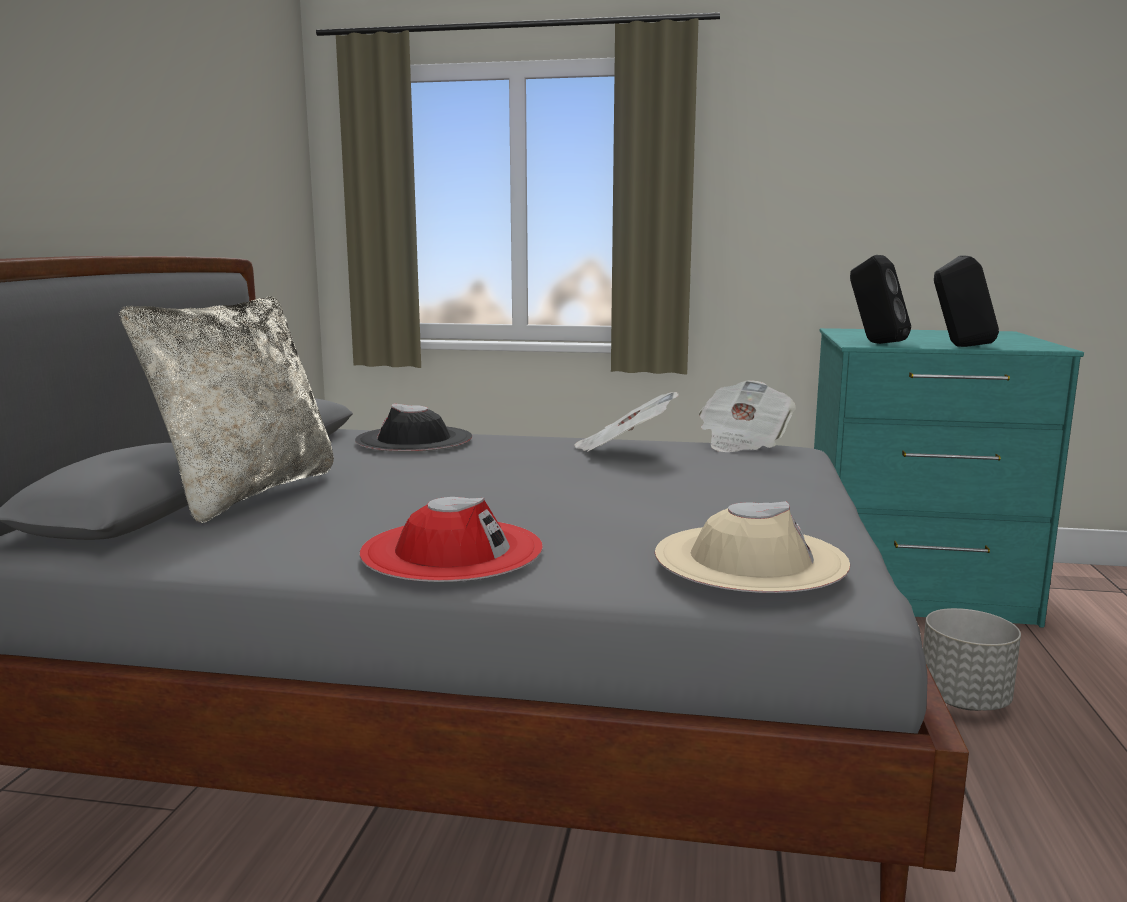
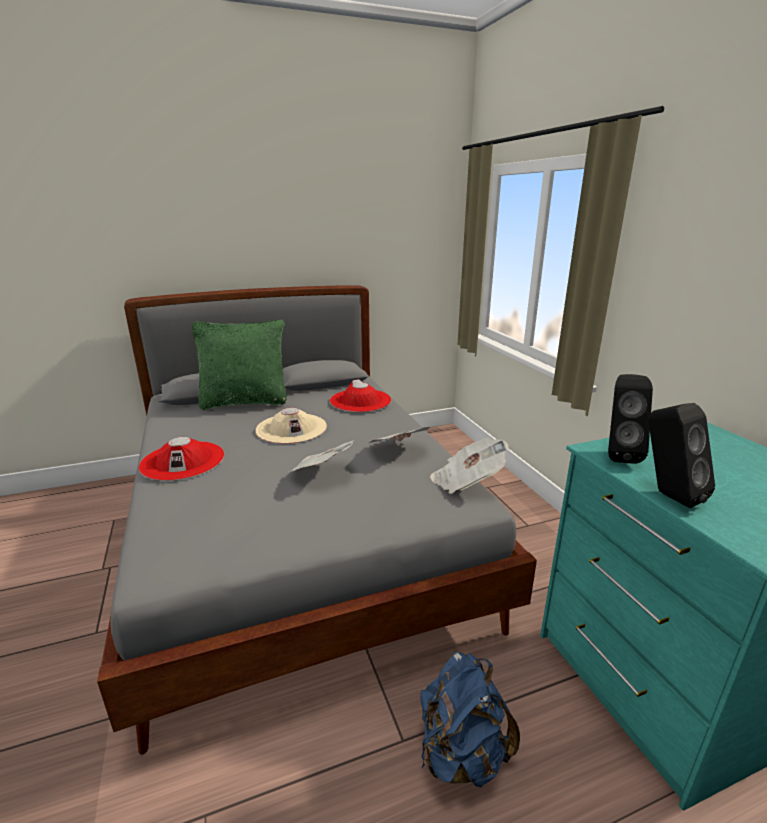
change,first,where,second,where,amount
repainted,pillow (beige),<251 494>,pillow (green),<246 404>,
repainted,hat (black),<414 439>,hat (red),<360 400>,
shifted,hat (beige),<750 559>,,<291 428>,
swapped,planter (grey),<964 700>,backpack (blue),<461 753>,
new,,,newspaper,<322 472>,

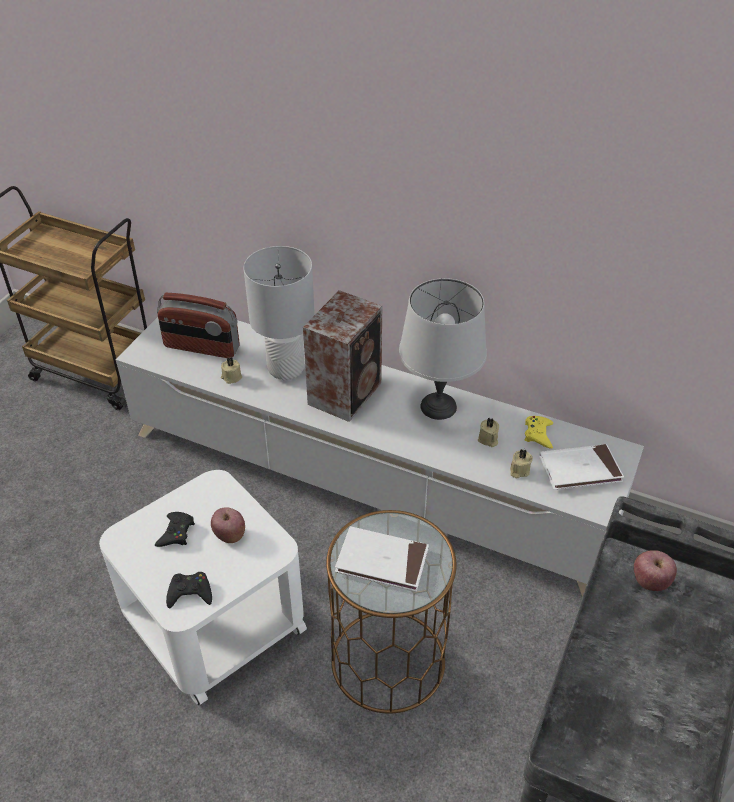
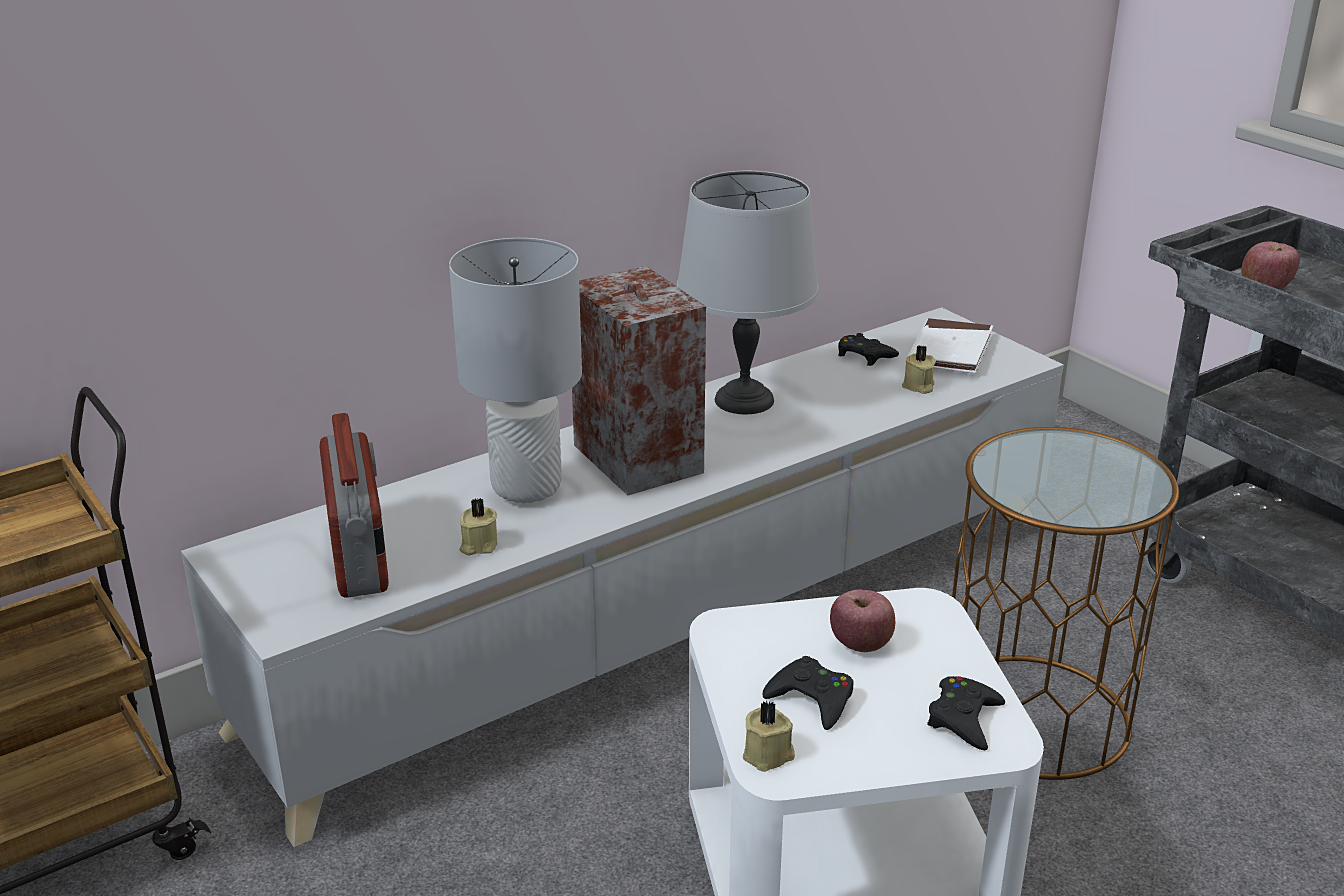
change,first,where,second,where,amount
rotated,radio,<201 347>,,<360 554>,60 degrees counterclockwise
repainted,game controller (yellow),<538 434>,game controller (black),<864 355>,
shifted,candle (beige),<488 439>,,<769 755>,
gone,book (white),<382 561>,,,

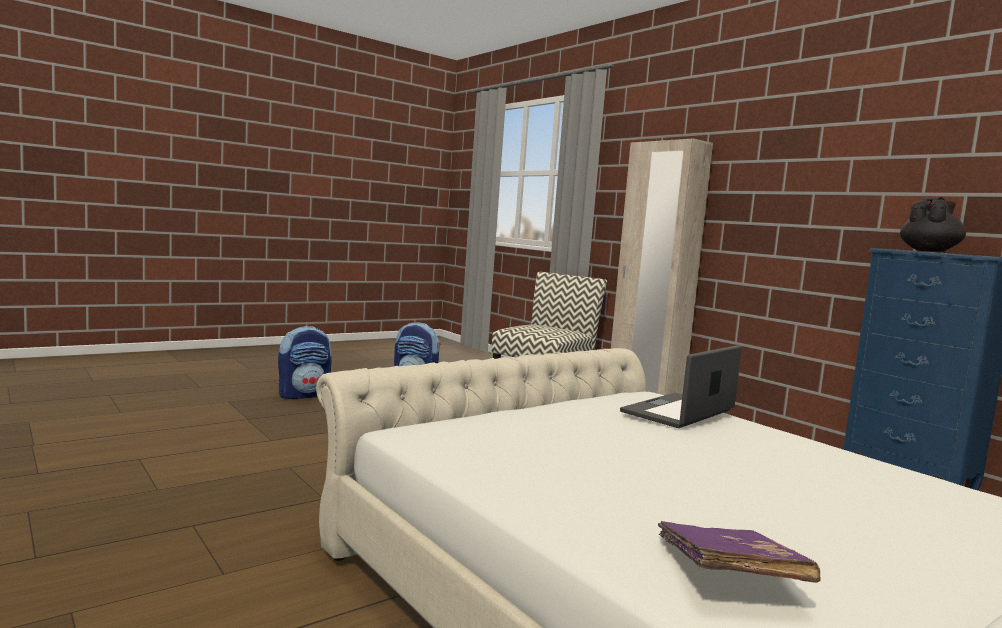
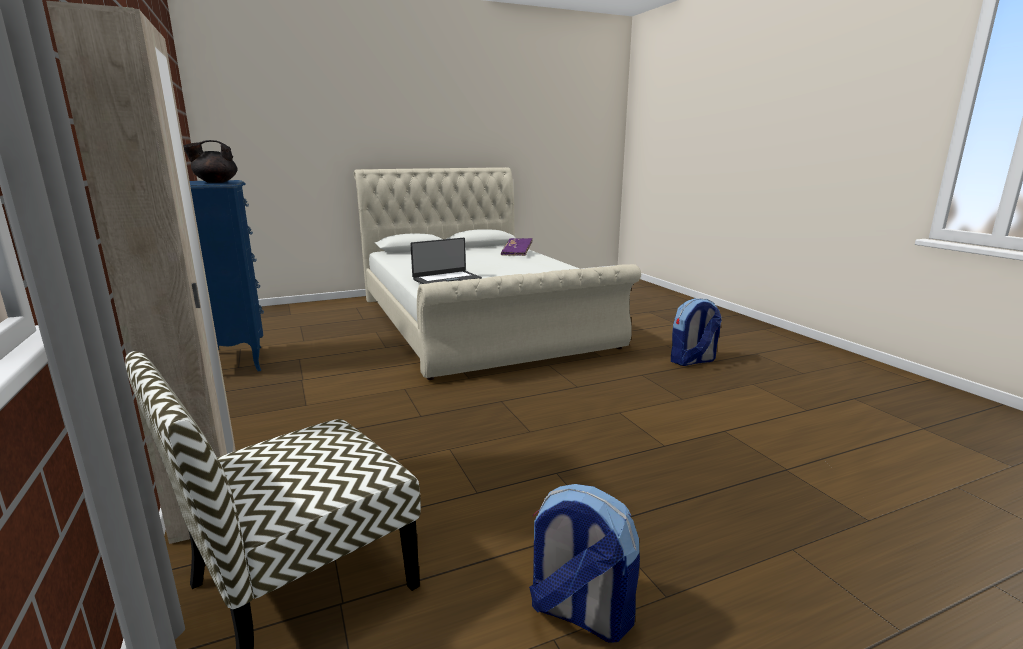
change,first,where,second,where,amount
shifted,backpack,<304 395>,,<692 361>,

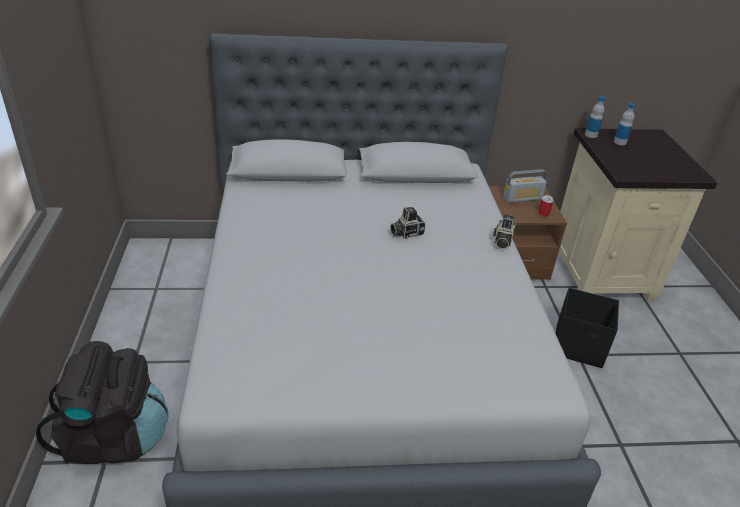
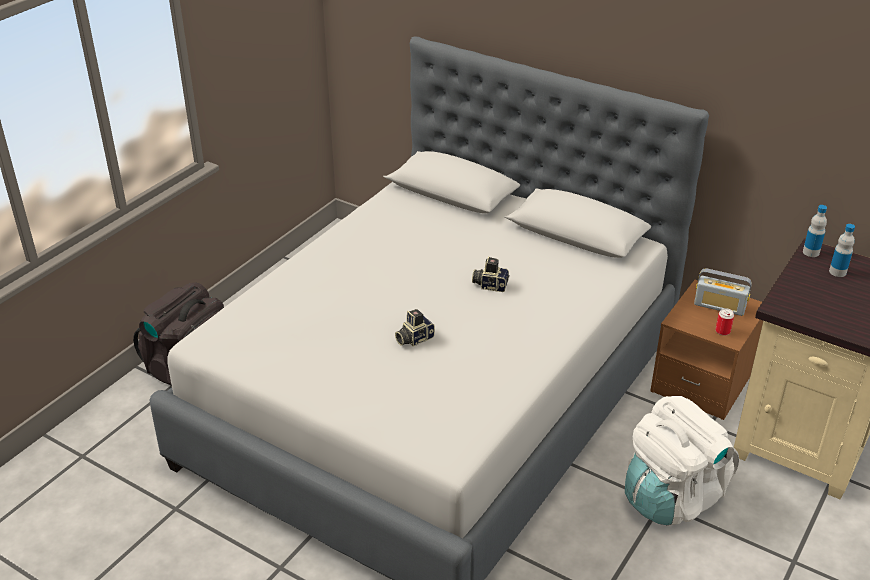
change,first,where,second,where,amount
shifted,photo camera,<502 241>,,<413 338>,
swapped,storage box (black),<579 347>,backpack (white),<672 497>,

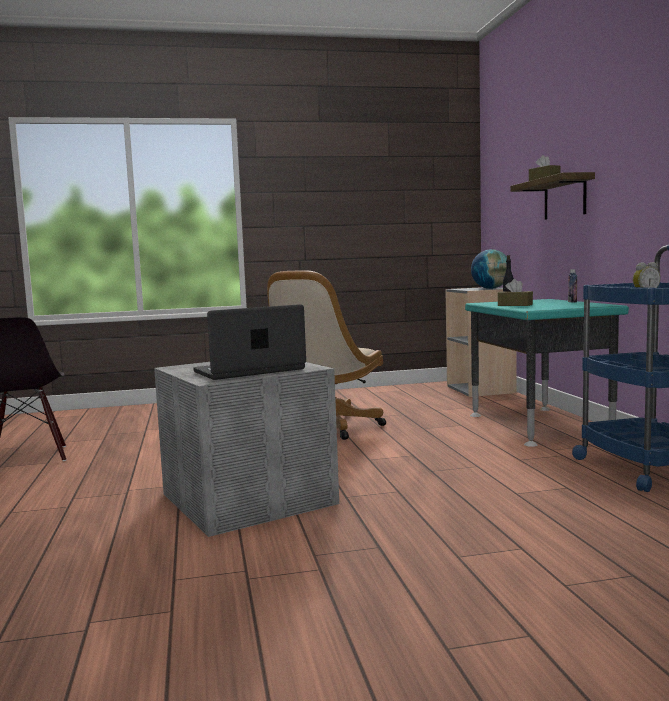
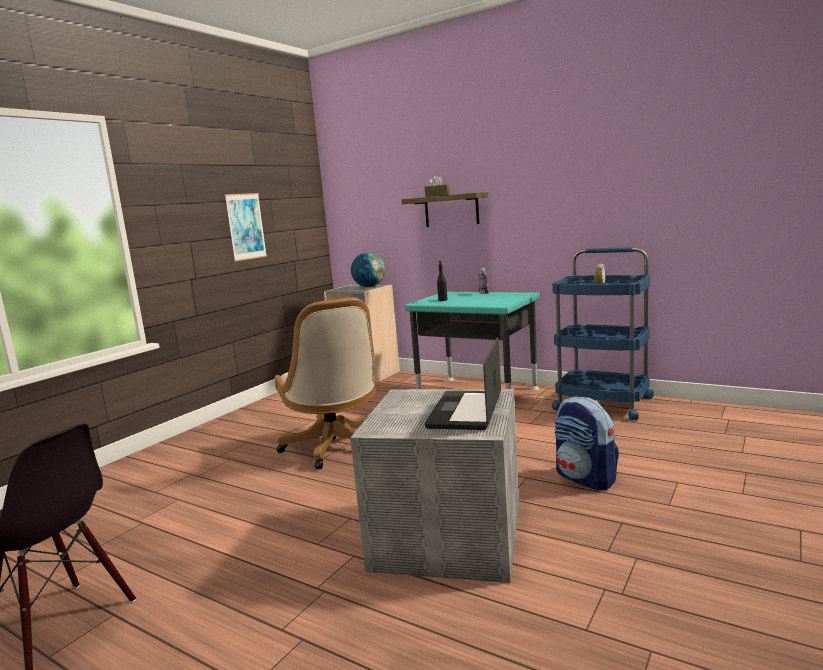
change,first,where,second,where,amount
gone,tissue box (brown),<515 305>,,,
new,,,picture,<246 226>,
new,,,backpack,<586 478>,

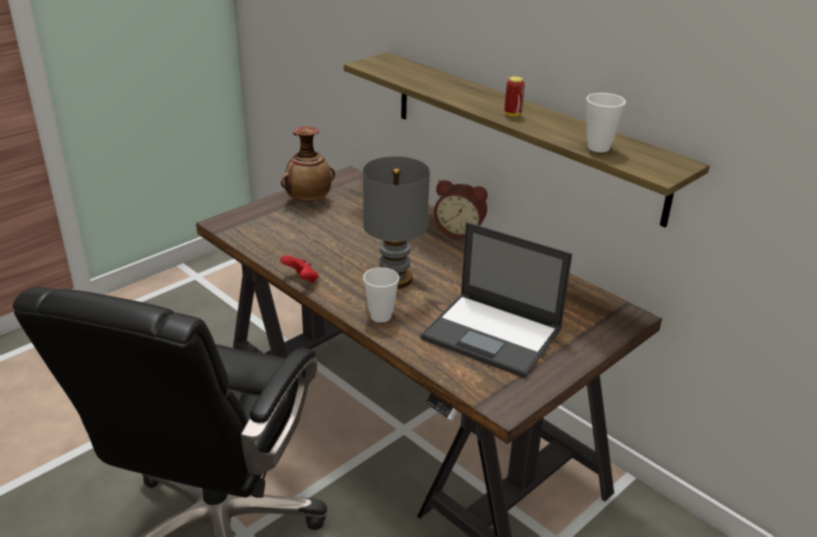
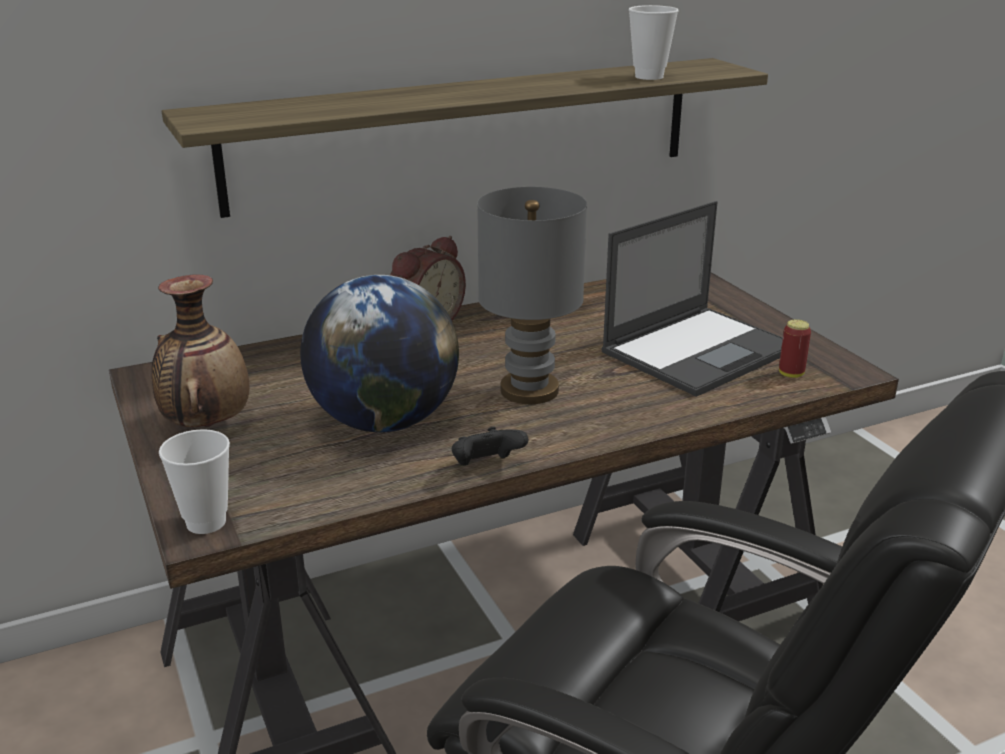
change,first,where,second,where,amount
shifted,can,<512 114>,,<791 374>,
repainted,game controller (red),<302 280>,game controller (black),<486 467>,
shifted,cup,<381 316>,,<206 522>,
new,,,globe,<383 422>,

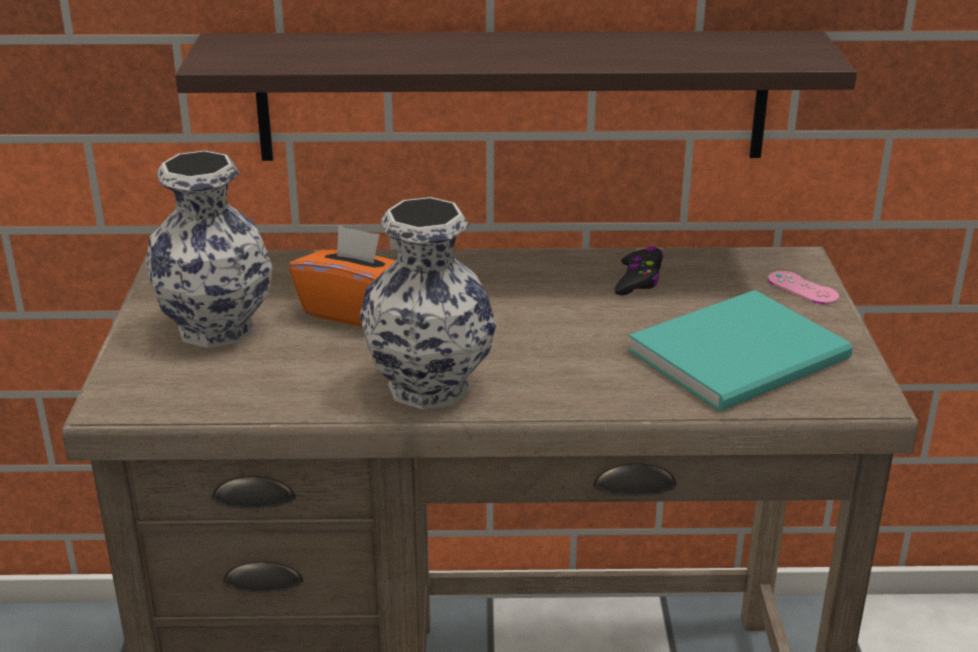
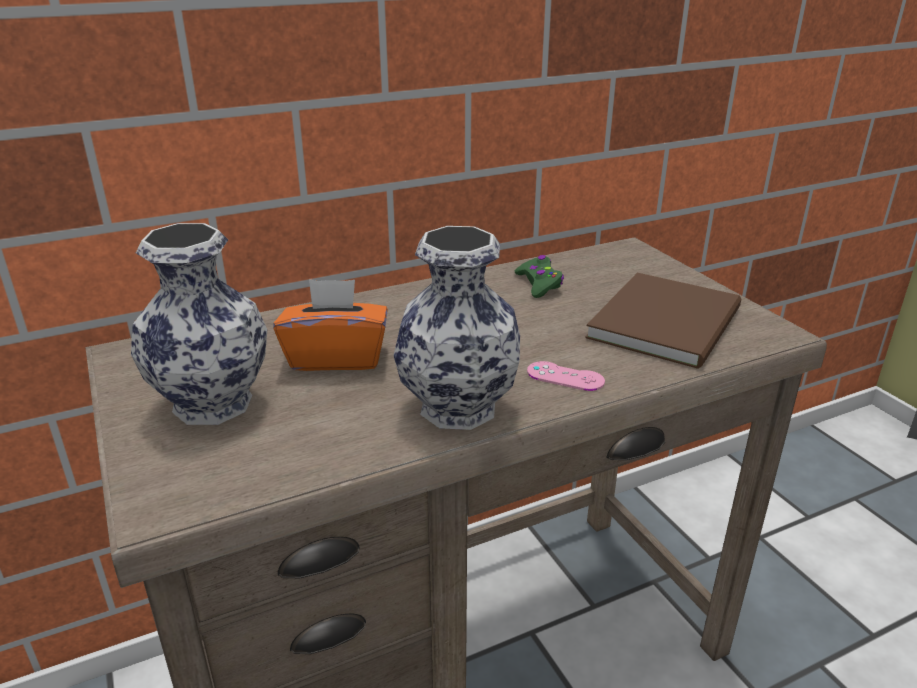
change,first,where,second,where,amount
gone,shelf,<512 96>,,,
repainted,game controller (black),<639 280>,game controller (green),<539 284>,
shifted,game controller (pink),<802 288>,,<565 376>,
repainted,book (turquoise),<746 355>,book (brown),<670 322>,

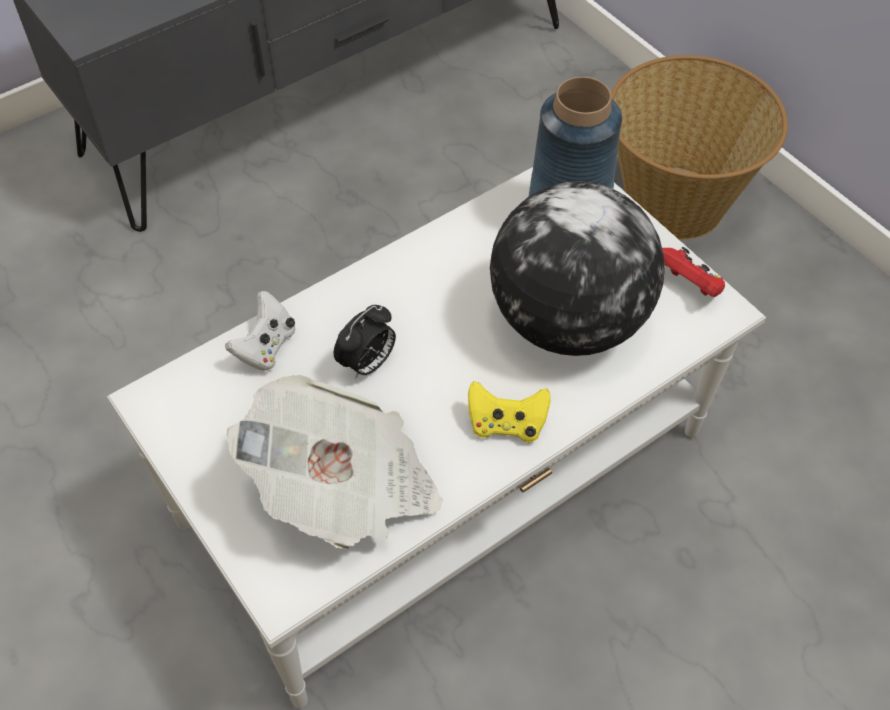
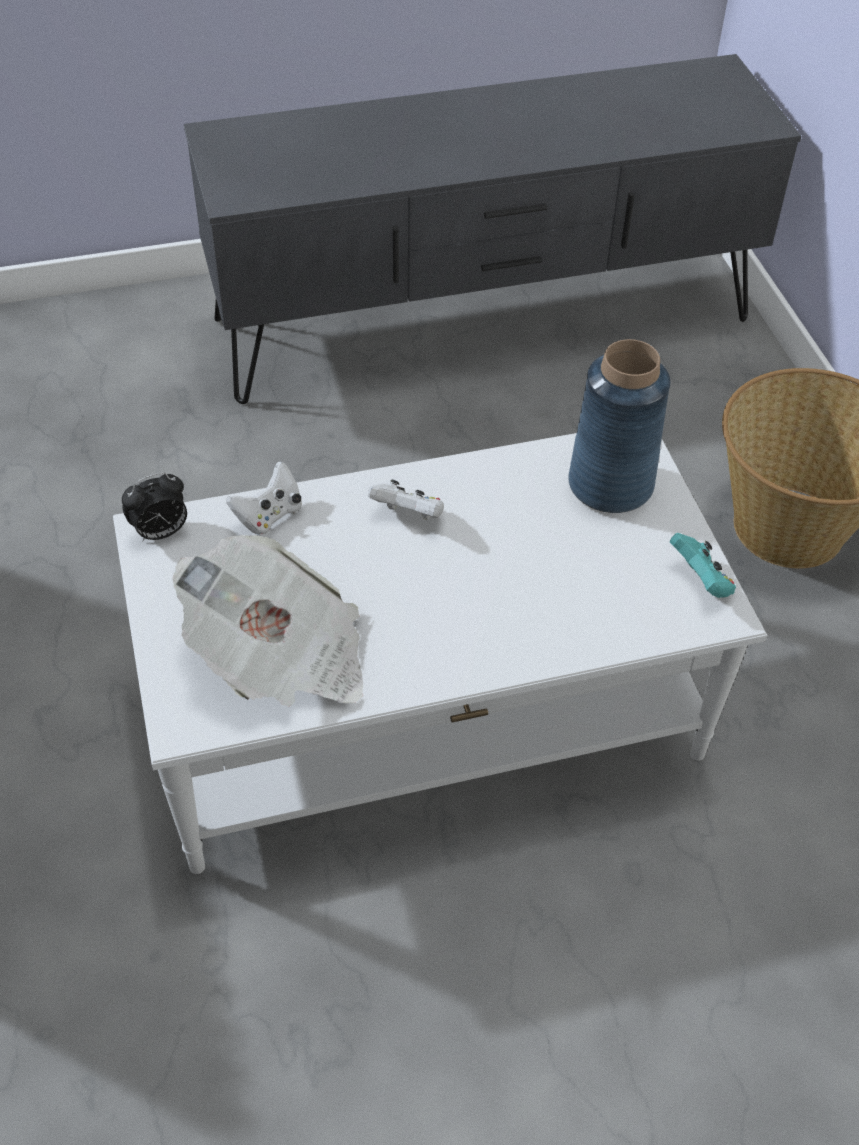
change,first,where,second,where,amount
gone,globe,<567 321>,,,
repainted,game controller (red),<688 285>,game controller (turquoise),<701 581>,
shifted,alarm clock,<367 364>,,<160 533>,
gone,game controller (yellow),<506 424>,,,
new,,,game controller (white),<409 515>,

